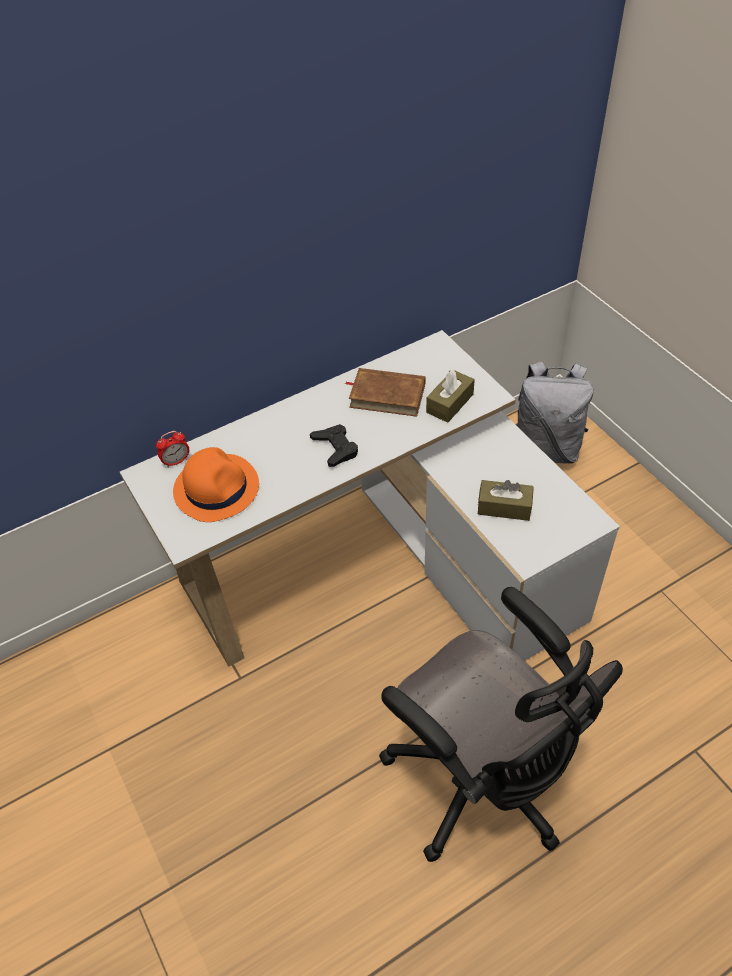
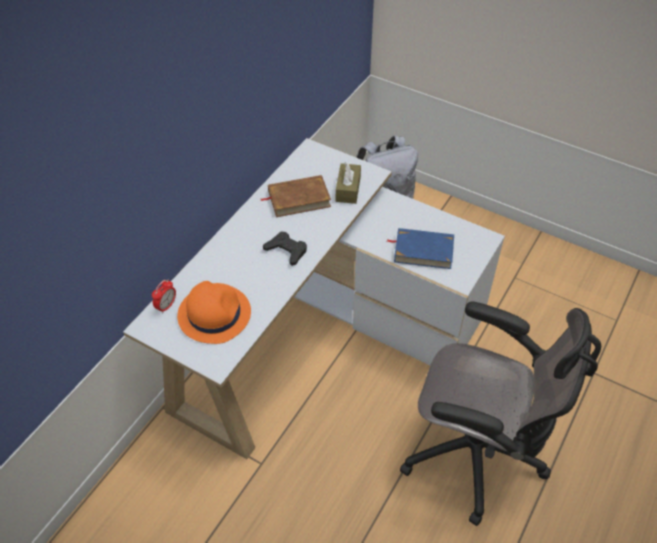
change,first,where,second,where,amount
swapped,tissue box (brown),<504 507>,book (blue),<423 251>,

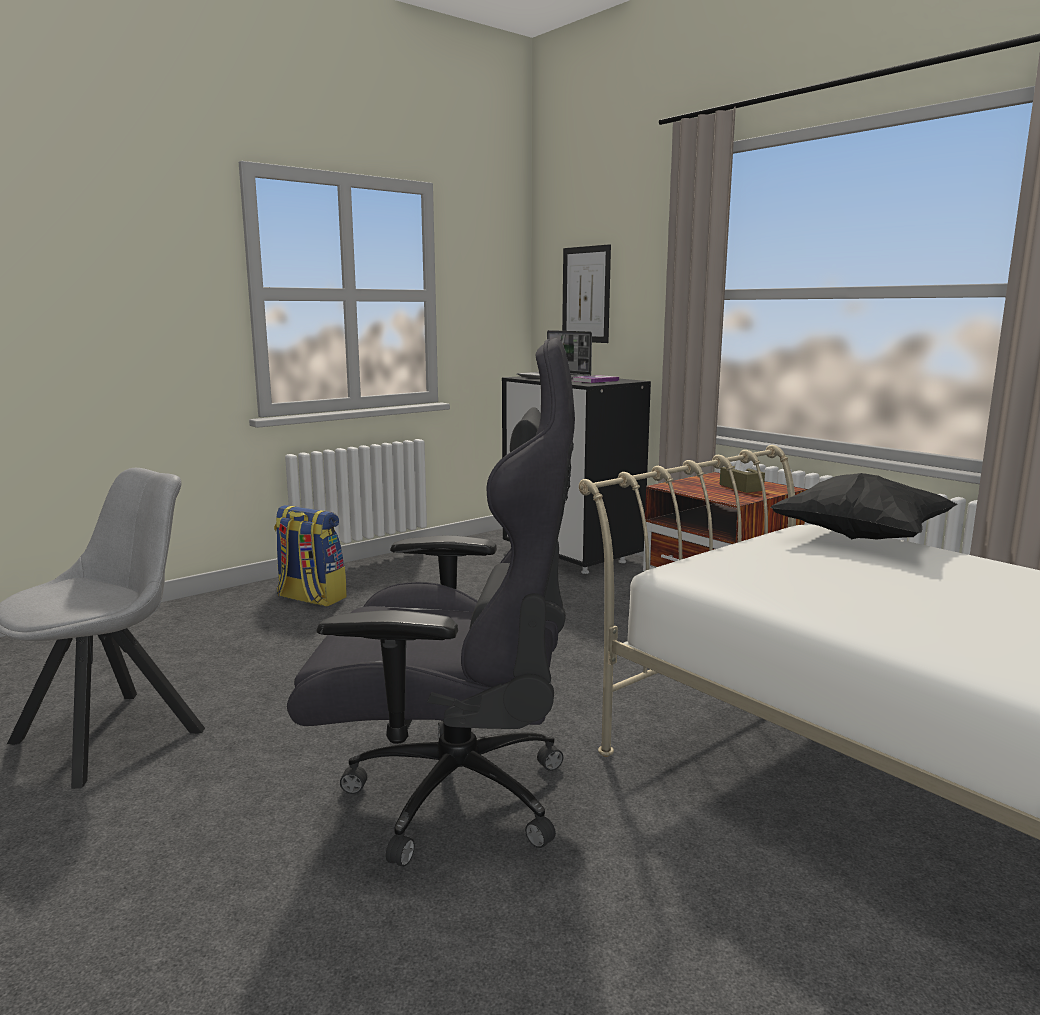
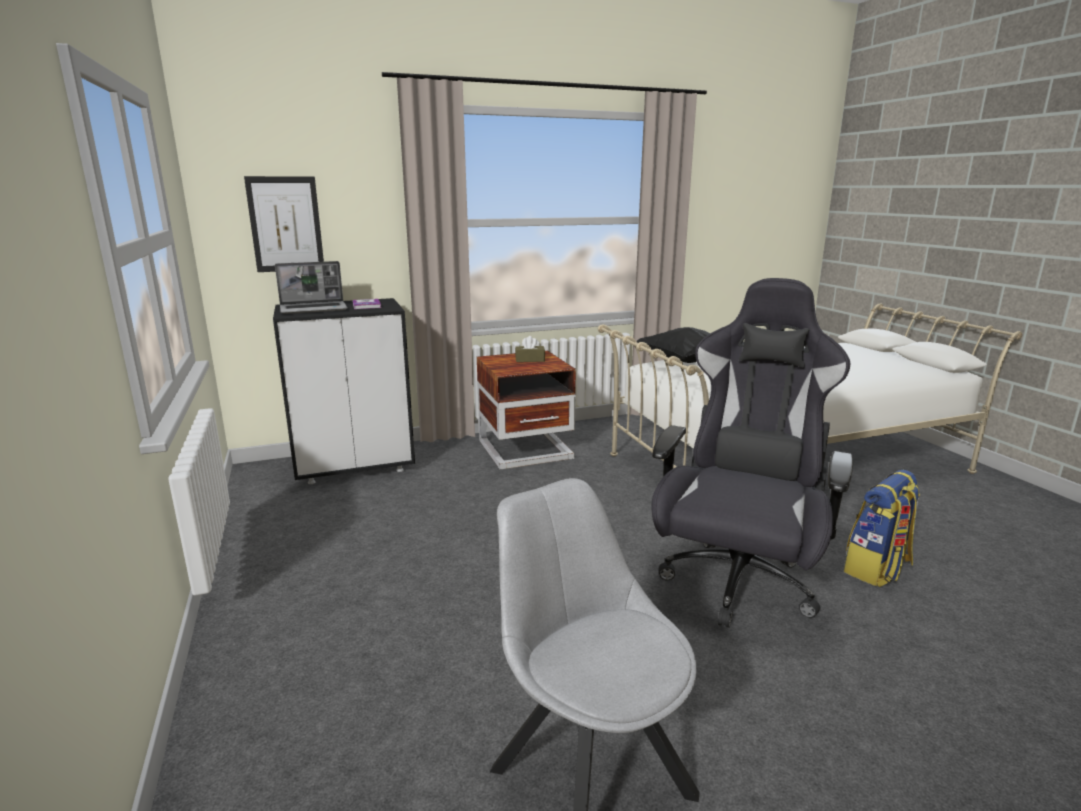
change,first,where,second,where,amount
shifted,backpack,<310 598>,,<877 569>,

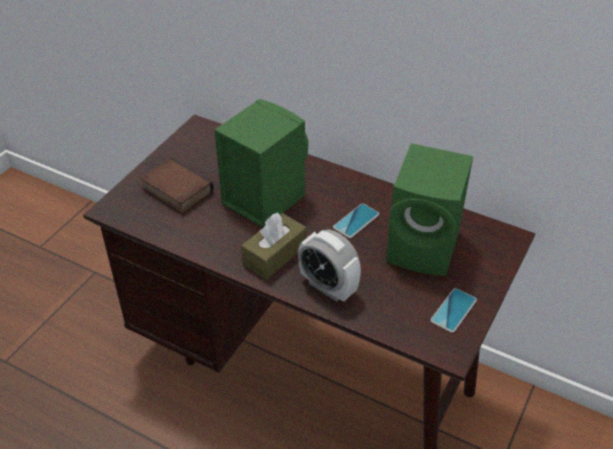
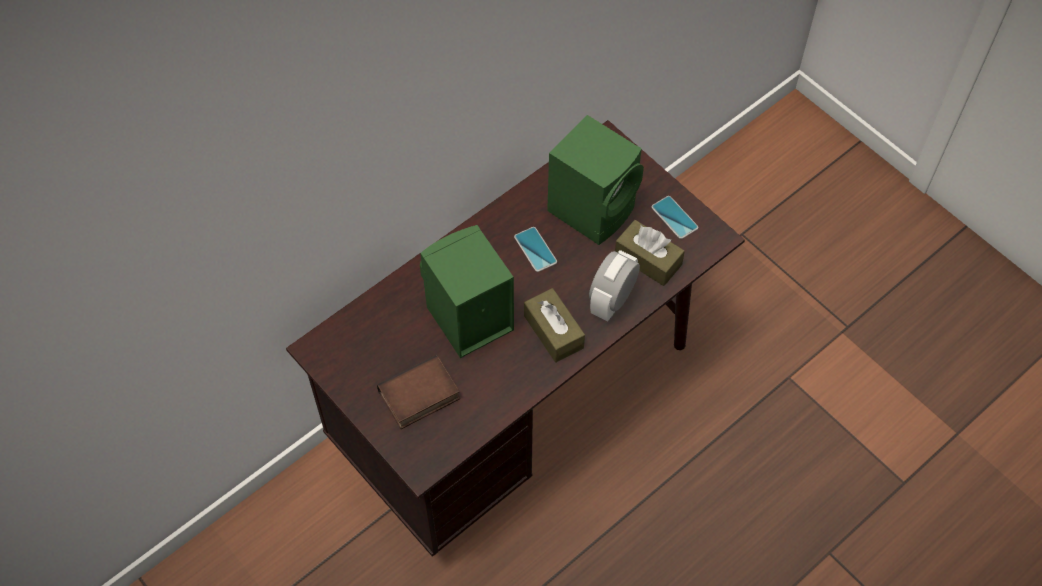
change,first,where,second,where,amount
rotated,alarm clock,<328 287>,,<612 301>,150 degrees clockwise
new,,,tissue box (brown),<648 260>,

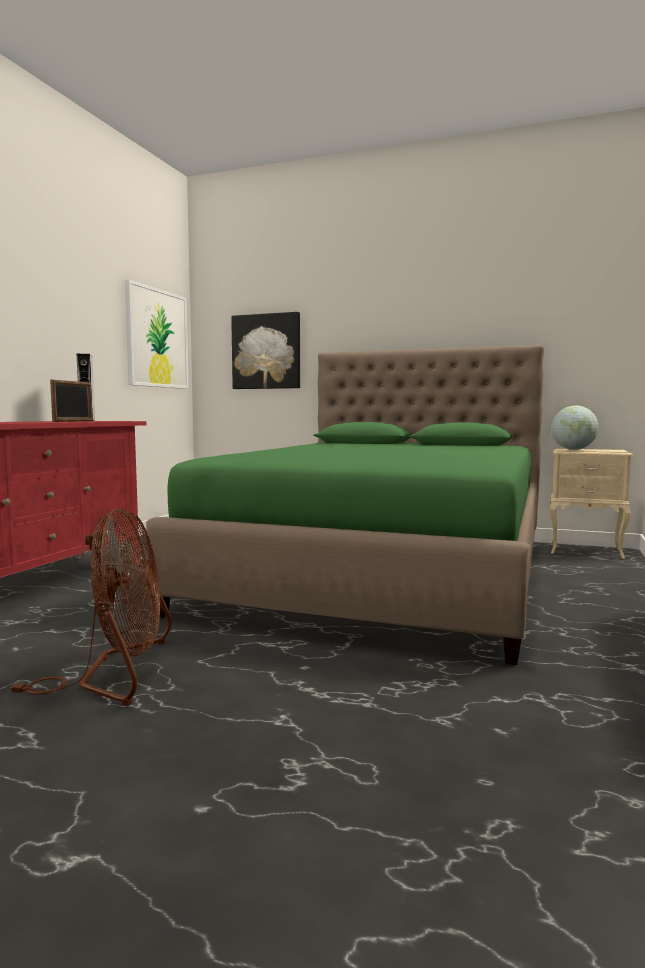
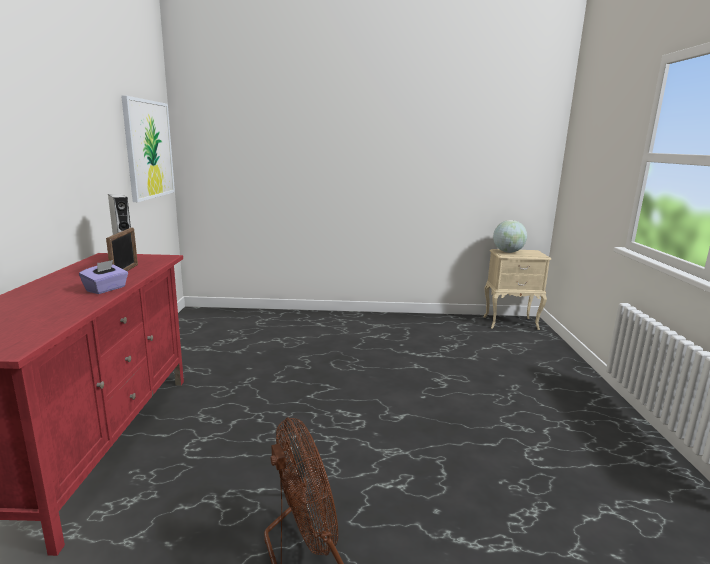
change,first,where,second,where,amount
gone,picture,<266 351>,,,
gone,bed (green),<385 571>,,,
new,,,tissue box (purple),<106 289>,

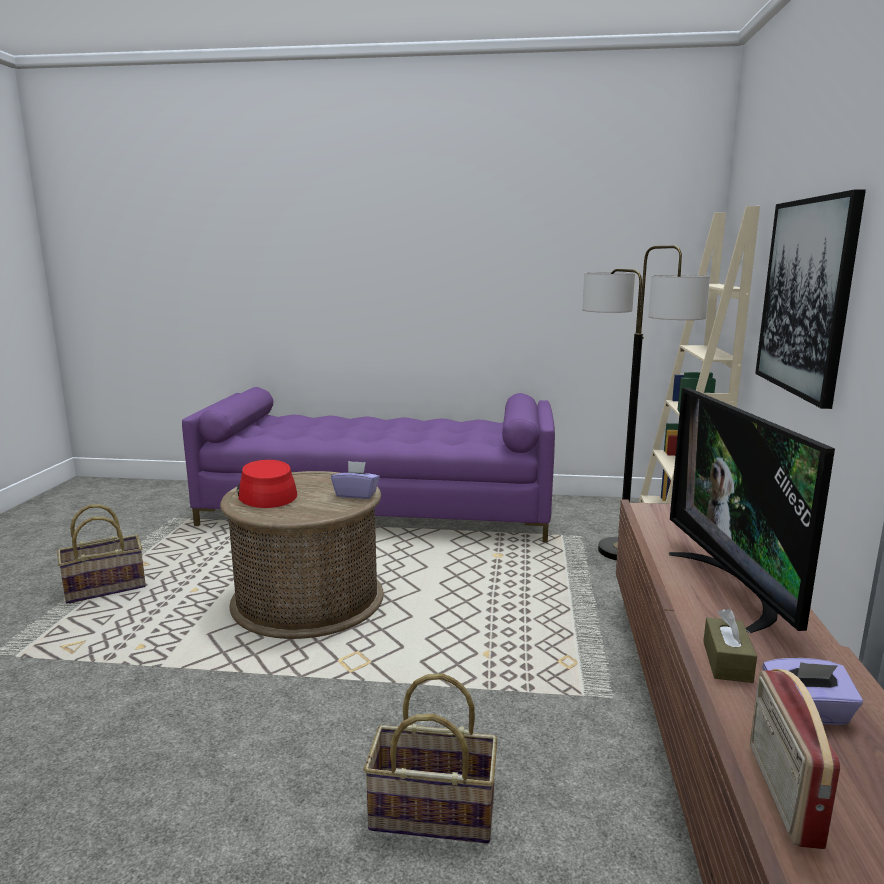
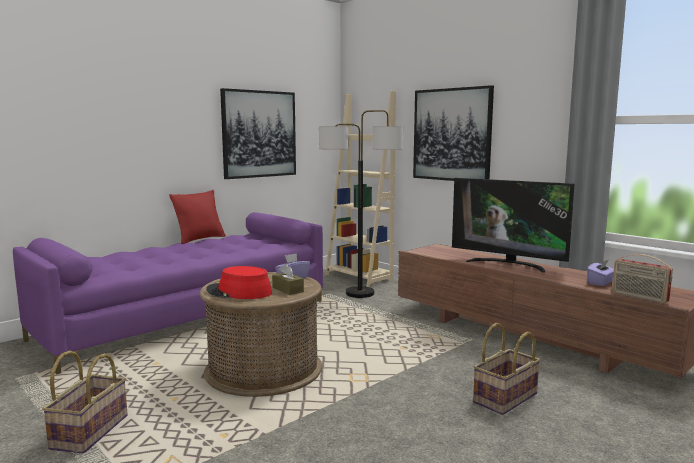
change,first,where,second,where,amount
shifted,tissue box (brown),<727 661>,,<288 289>,
new,,,picture,<259 134>,
new,,,pillow (red),<200 239>,

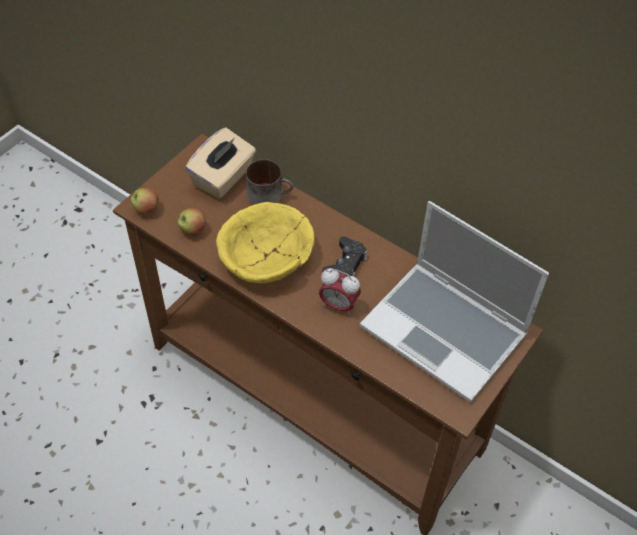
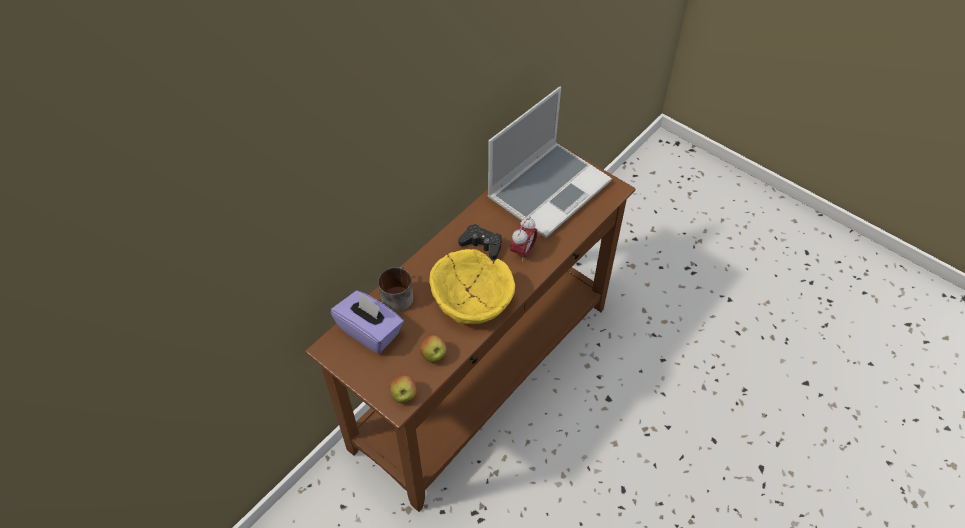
change,first,where,second,where,amount
repainted,tissue box (beige),<223 178>,tissue box (purple),<370 331>,

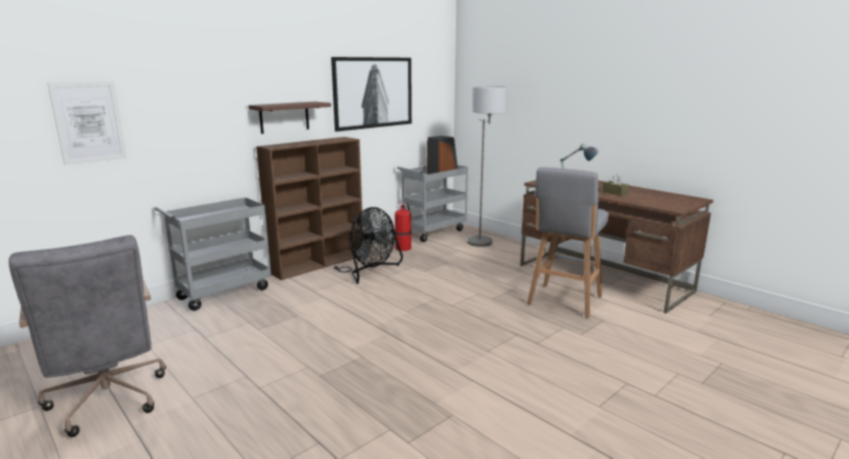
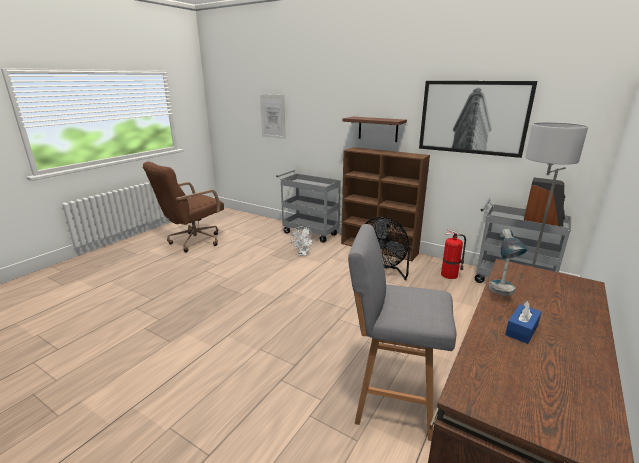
change,first,where,second,where,amount
repainted,tissue box (brown),<615 193>,tissue box (blue),<521 330>,
repainted,office chair (grey),<109 404>,office chair (brown),<193 242>,
new,,,fan (white),<303 254>,

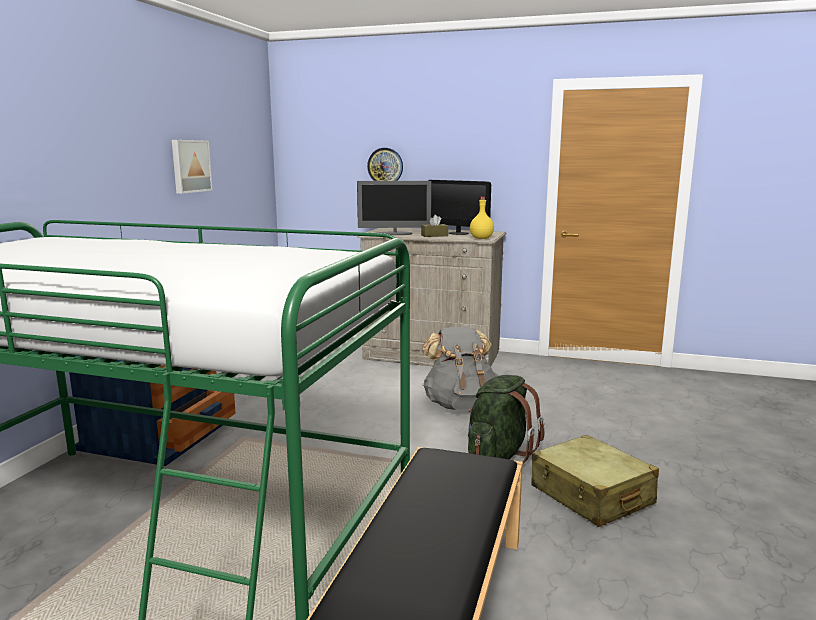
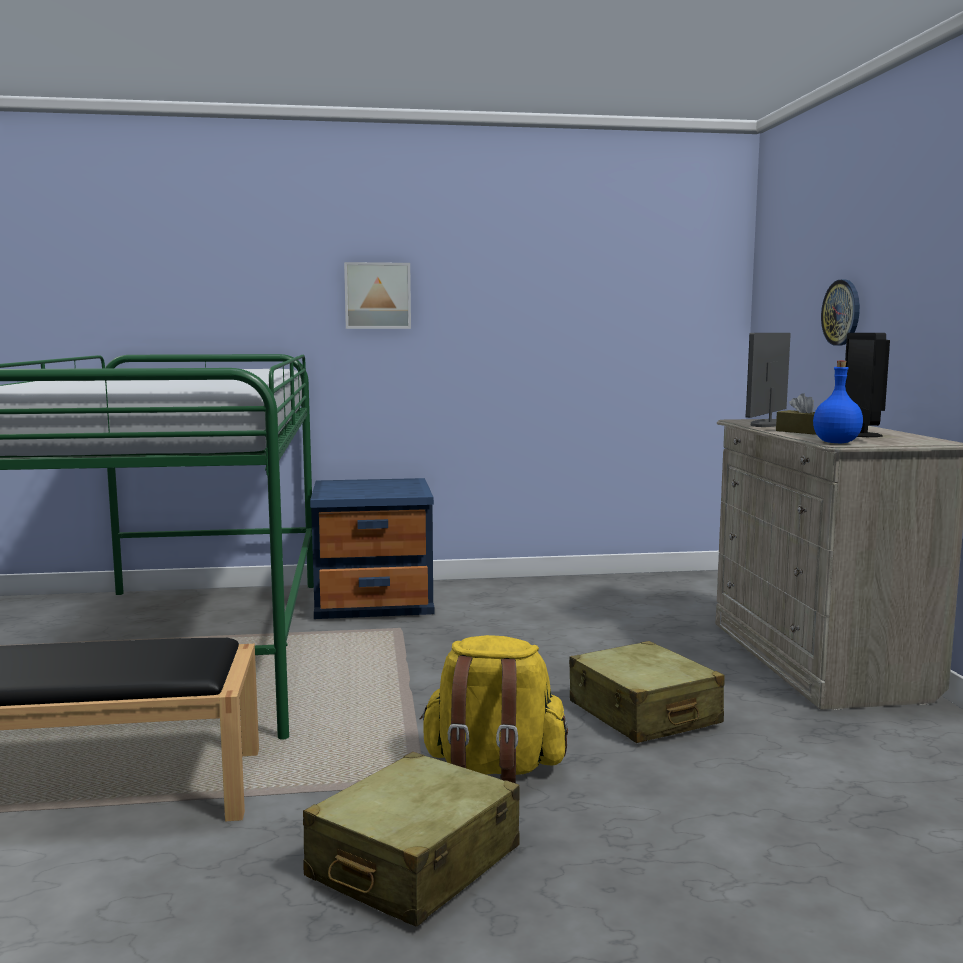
change,first,where,second,where,amount
shifted,picture,<190 166>,,<377 296>,
rotated,monitor,<394 234>,,<767 424>,60 degrees clockwise
repainted,bottle (yellow),<481 238>,bottle (blue),<836 442>,
swapped,backpack (grey),<460 405>,suitcase (beige),<643 713>,
repainted,backpack (green),<499 455>,backpack (yellow),<493 769>,

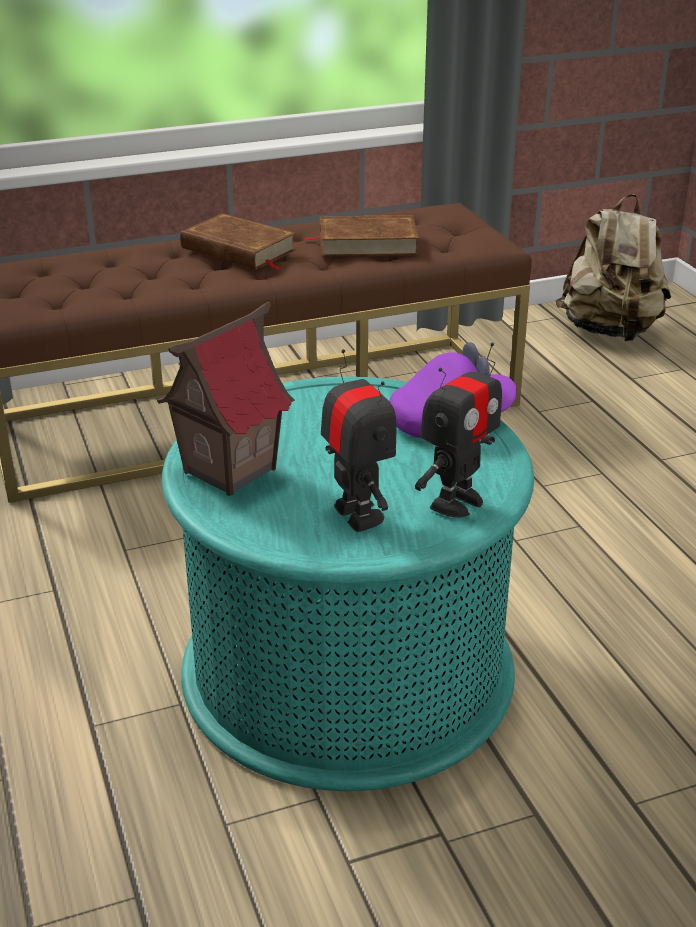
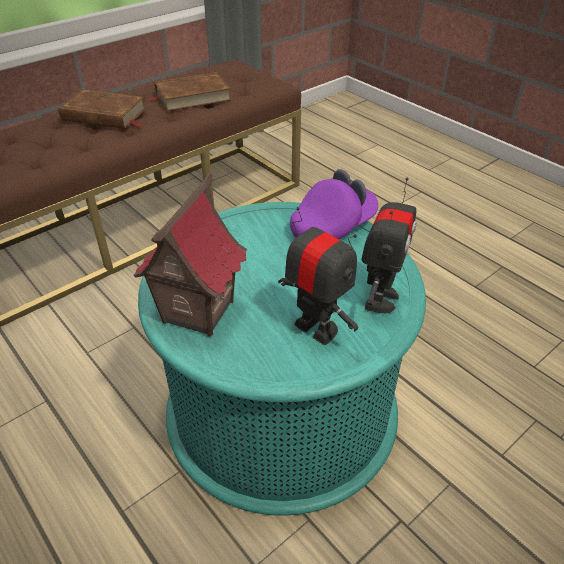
change,first,where,second,where,amount
gone,backpack (beige),<610 331>,,,

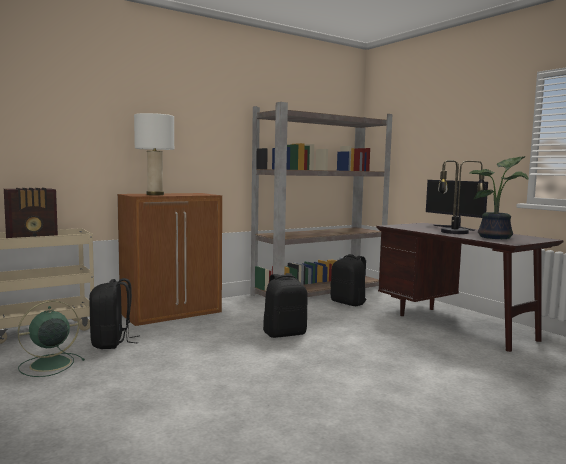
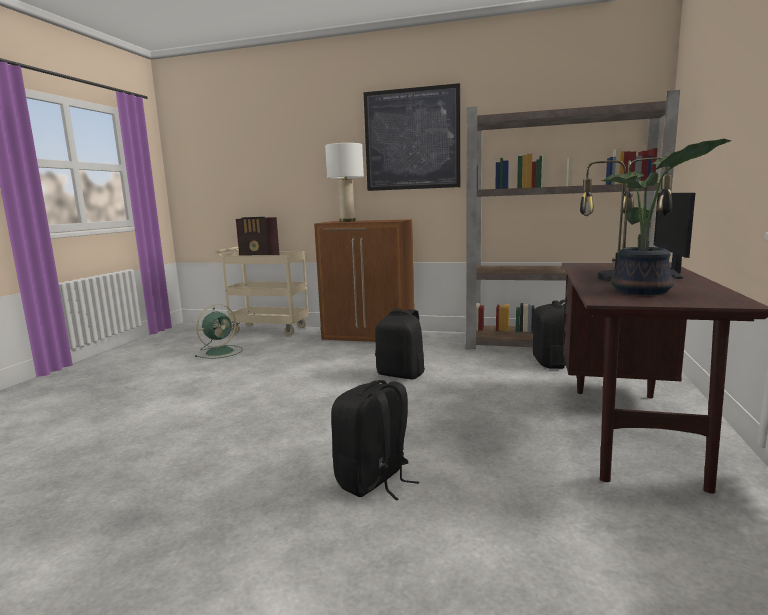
change,first,where,second,where,amount
shifted,backpack (black),<112 343>,,<374 481>,
rotated,fan (green),<48 364>,,<221 352>,120 degrees clockwise
new,,,picture,<412 139>,

